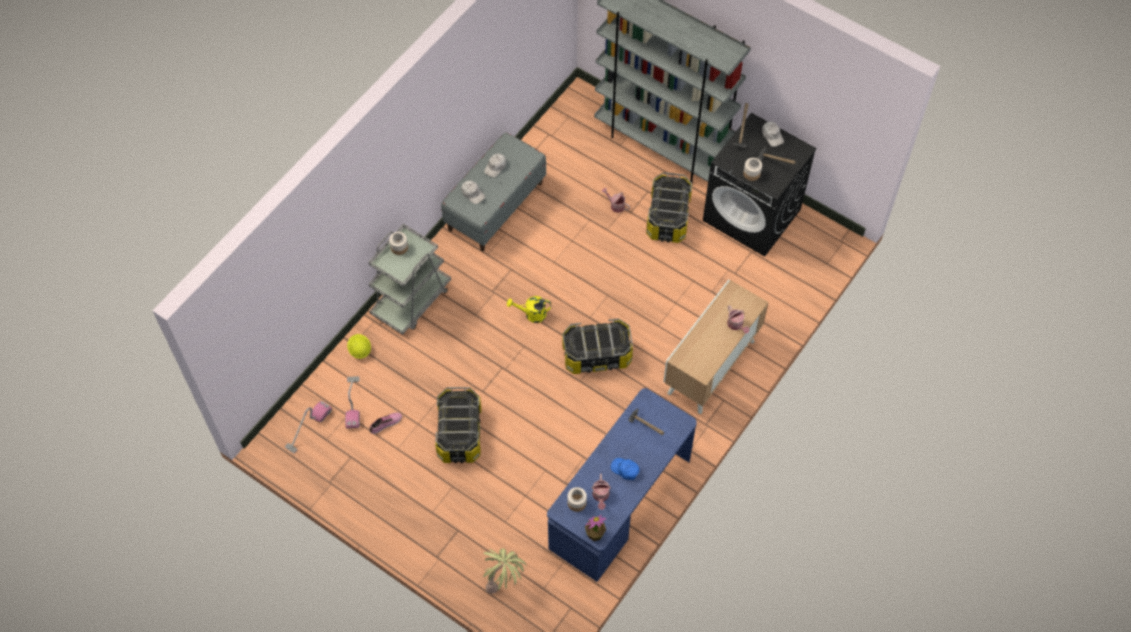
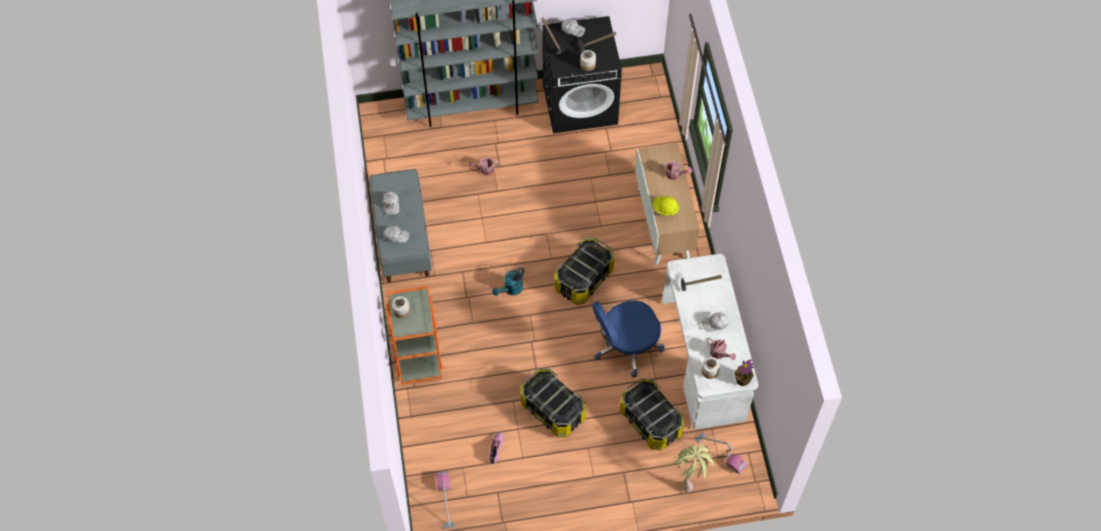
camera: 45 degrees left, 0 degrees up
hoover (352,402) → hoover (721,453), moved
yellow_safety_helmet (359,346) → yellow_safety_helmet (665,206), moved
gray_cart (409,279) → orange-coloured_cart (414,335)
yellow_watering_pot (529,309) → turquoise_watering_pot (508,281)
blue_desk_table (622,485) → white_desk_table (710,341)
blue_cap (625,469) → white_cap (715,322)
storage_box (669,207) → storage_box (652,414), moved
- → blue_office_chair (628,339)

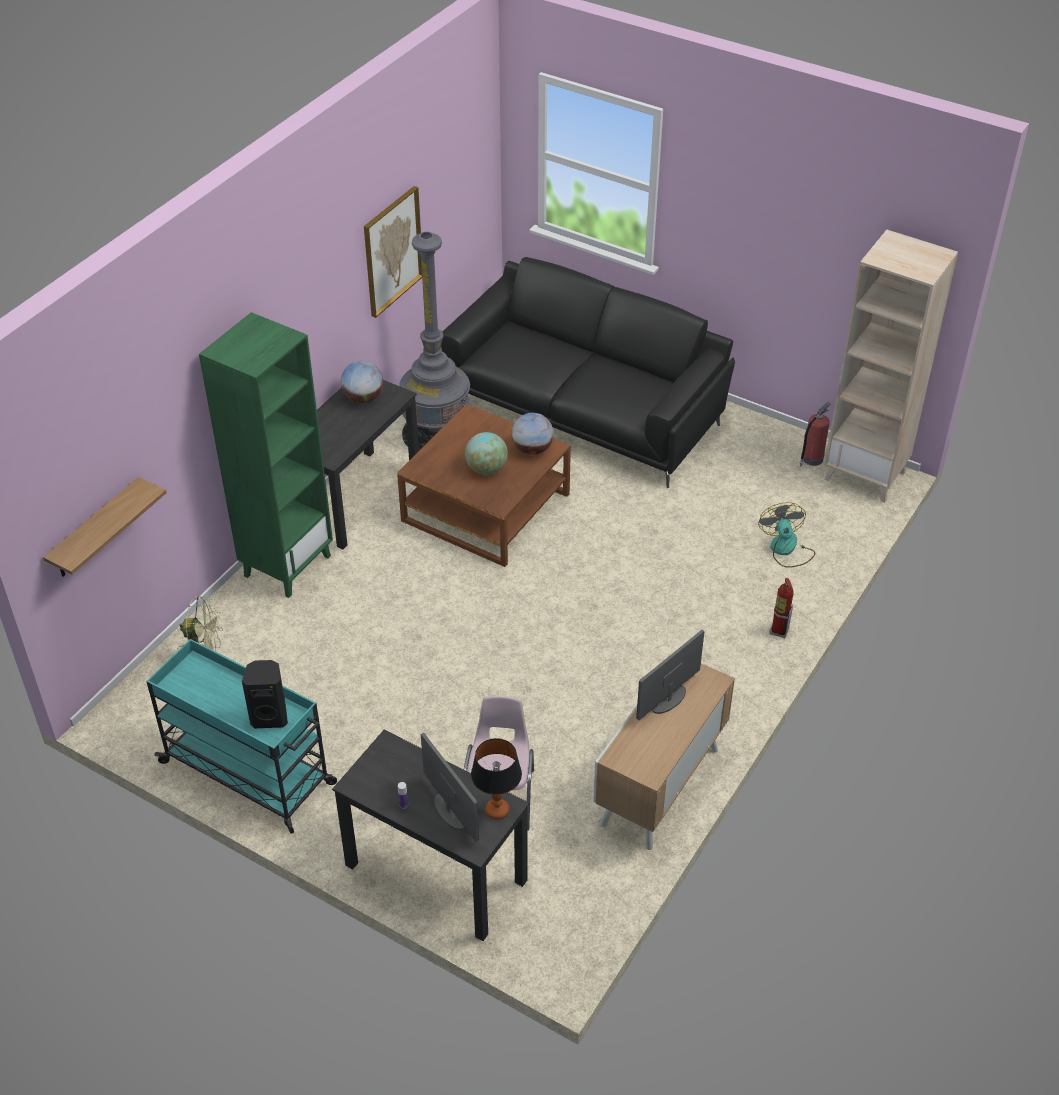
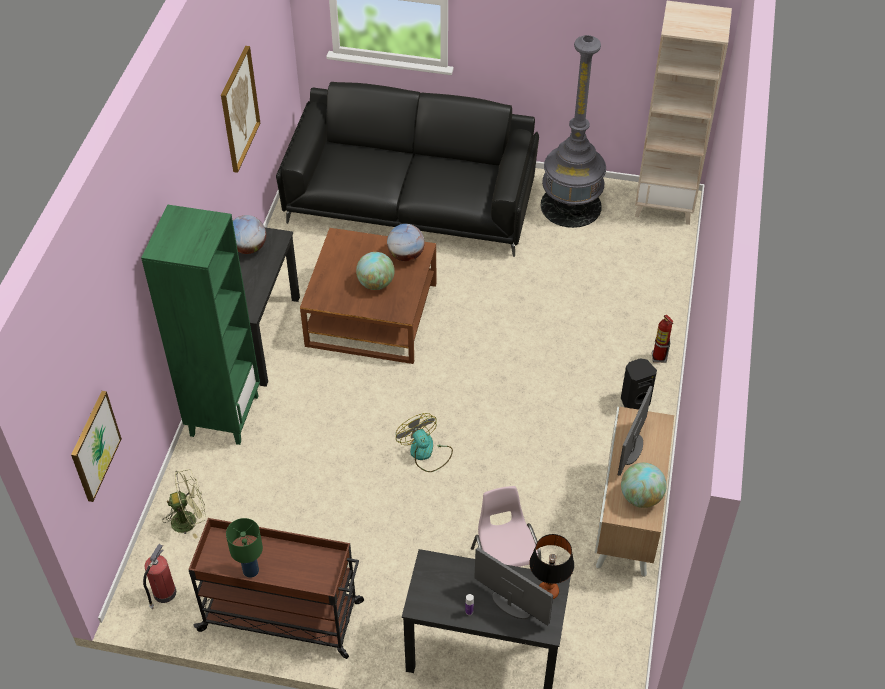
camera: 20 degrees left, 5 degrees up
wall_shelf (105,527) → wall_art (96,446)
turquoise_cart (241,736) → brown_cart (276,588)
black-coloured_loudspeaker (265,694) → black-coloured_loudspeaker (639,384), moved
gray_standing_lamp (435,341) → gray_standing_lamp (573,131), moved
fan (786,535) → fan (424,442), moved
fire-fighting_cylinder (815,434) → fire-fighting_cylinder (159,576), moved
- → greenish_tabletop_lamp (244,548)
- → world_globe (644,485)

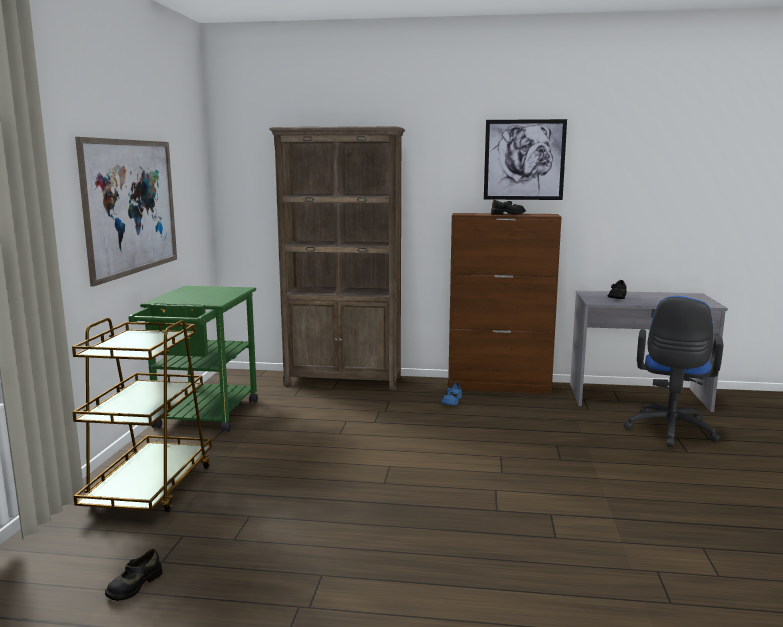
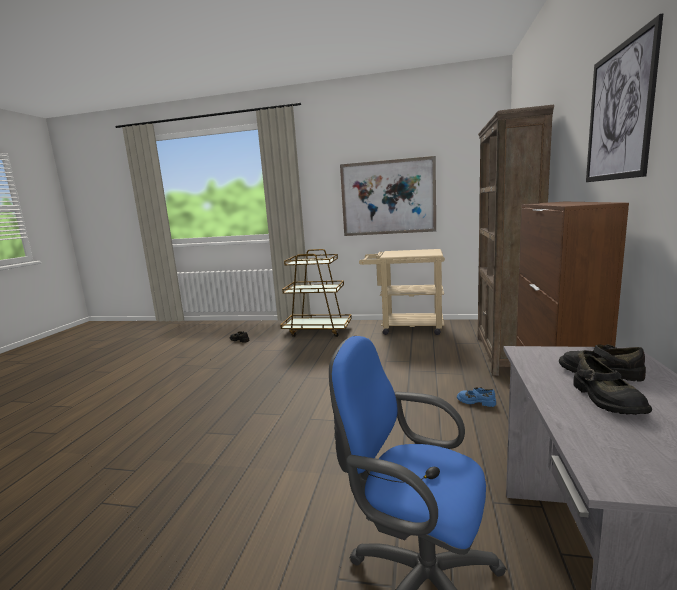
camera: 95 degrees right, 0 degrees up
greenish_cart (193,359) → sand-coloured_cart (402,292)
black-coloured_shoe (508,207) → black-coloured_shoe (612,384), moved

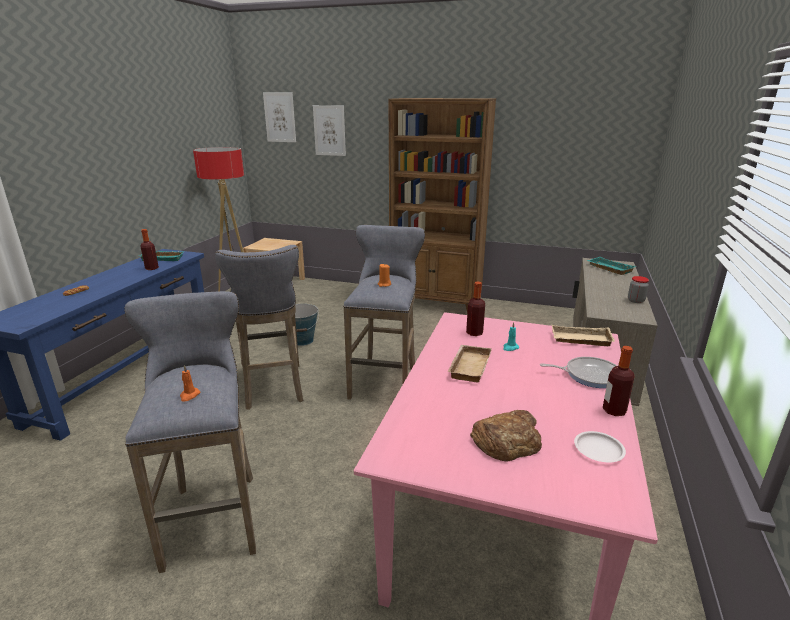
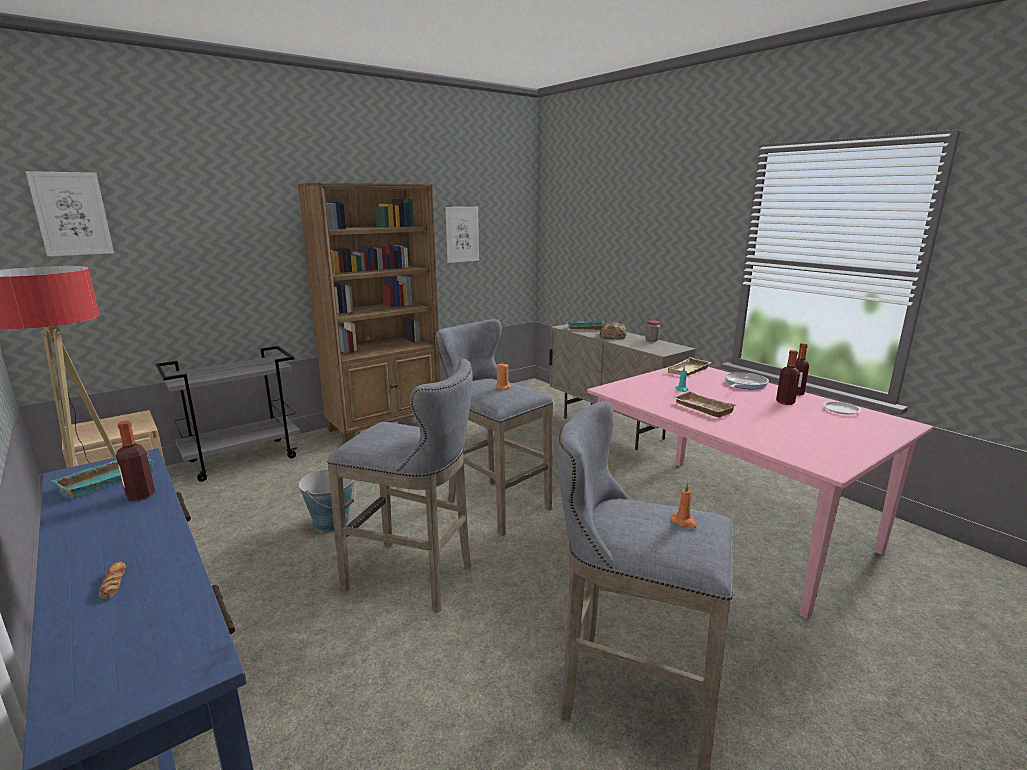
camera: 55 degrees left, 5 degrees down
wall_art (329,130) → wall_art (462,235), moved
beverage_bottle (475,308) → beverage_bottle (788,377), moved
baked_bread (506,436) → baked_bread (613,330), moved
- → gray_cart (228,414)

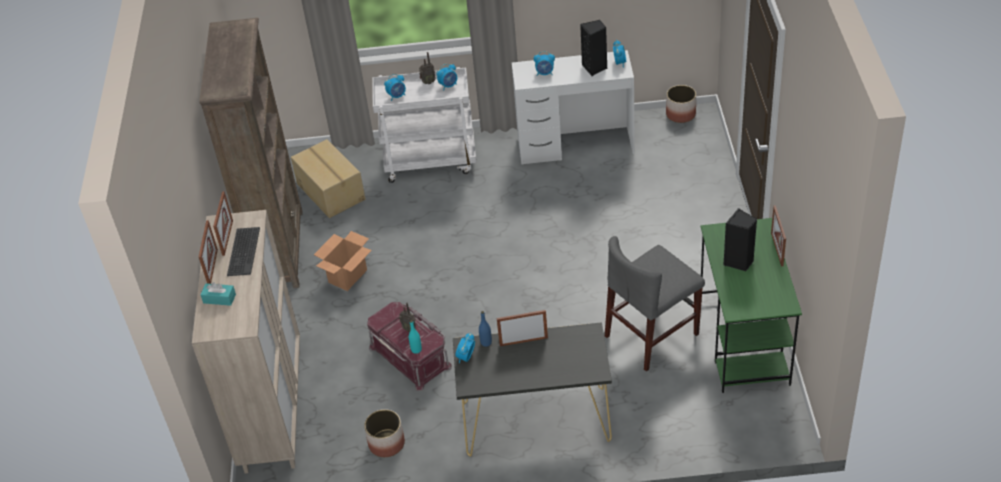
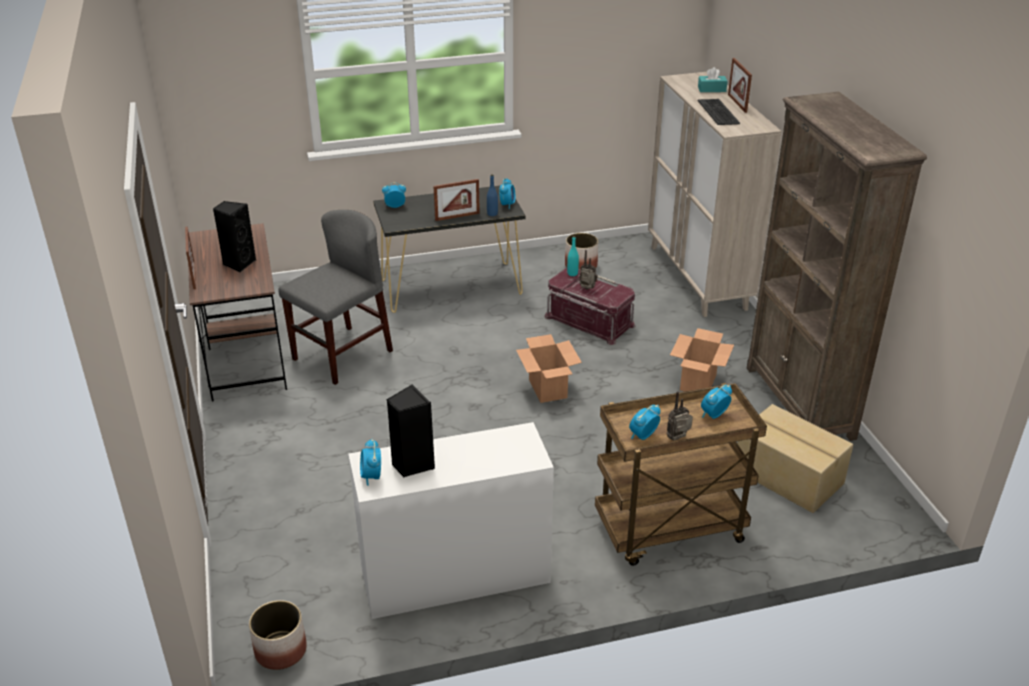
camera: 165 degrees right, 10 degrees down
picture_frame (223,223) → -
white_cart (424,125) → brown_cart (681,474)
bedside_clock (544,63) → bedside_clock (394,195), moved
greenish_desk_table (751,305) → brown_desk_table (237,312)
- → carton (549,368)

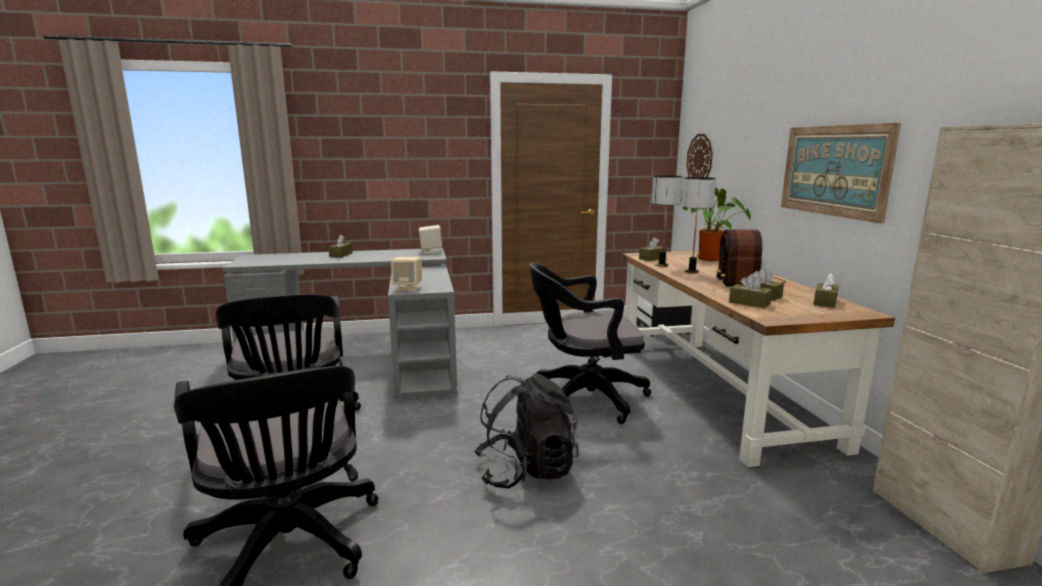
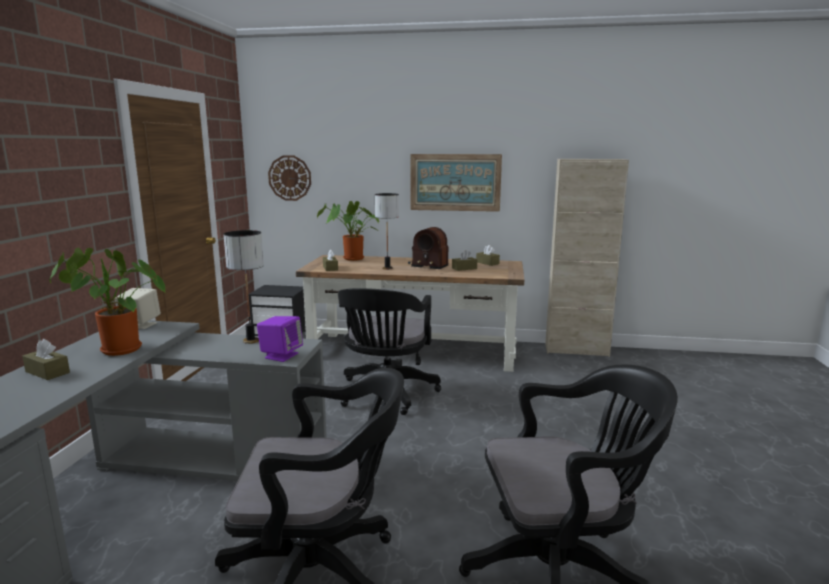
camera: 70 degrees left, 0 degrees up
sand-coloured_loudspeaker (406,274) → purplish_loudspeaker (280,339)
black-coloured_backpack (526,431) → -
tabletop_lamp (667,221) → tabletop_lamp (243,287), moved
brown_tissue_box (750,291) → -
- → houseplant (107,302)

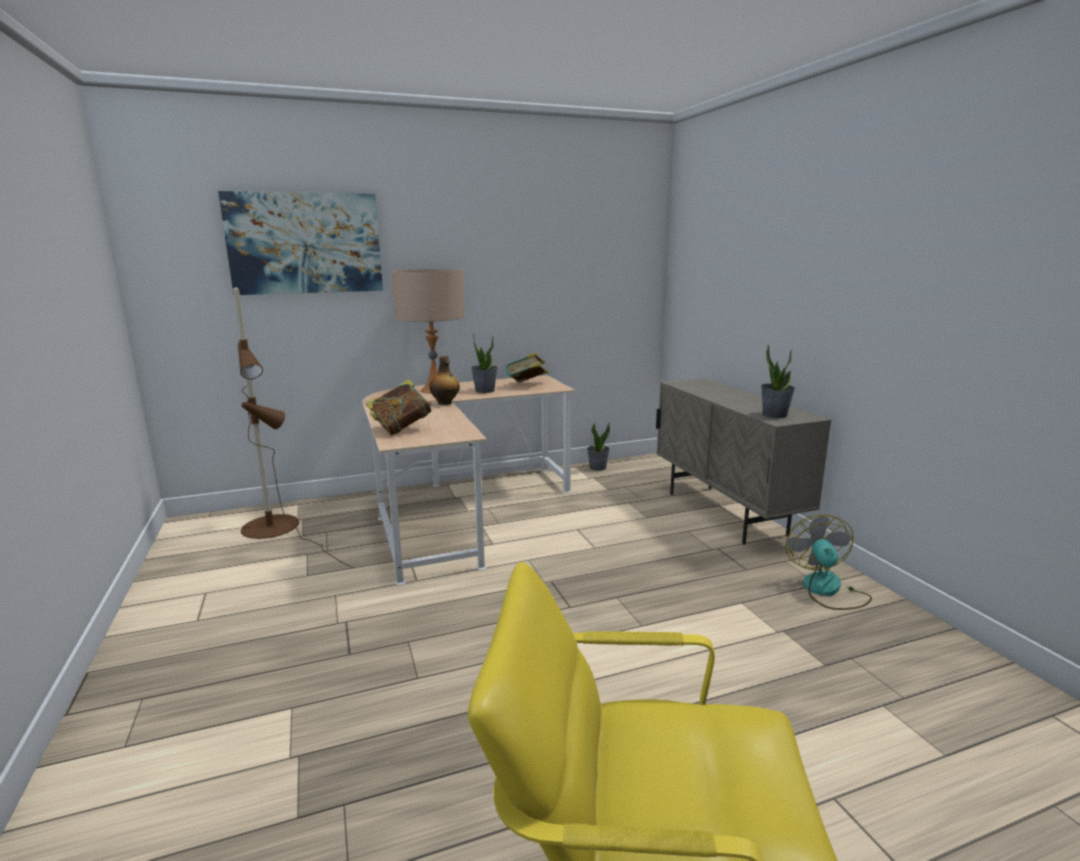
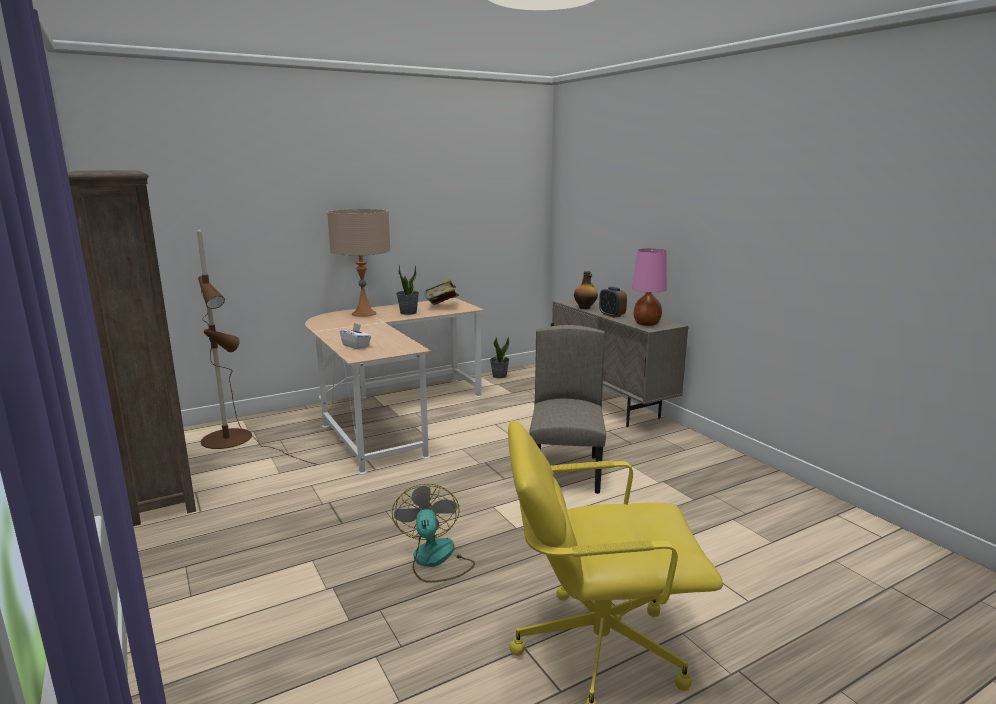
camera: 10 degrees left, 0 degrees up
wall_art (300,243) → -
volume (399,407) → white_tissue_box (355,336)
beverage_bottle (444,380) → beverage_bottle (586,290), moved
houseplant (778,381) → pink-coloured_tabletop_lamp (649,287)
fan (828,562) → fan (433,533), moved
- → brown_bookcase (132,348)
- → sand-coloured_chair (568,409)
- → bedside_clock (613,302)

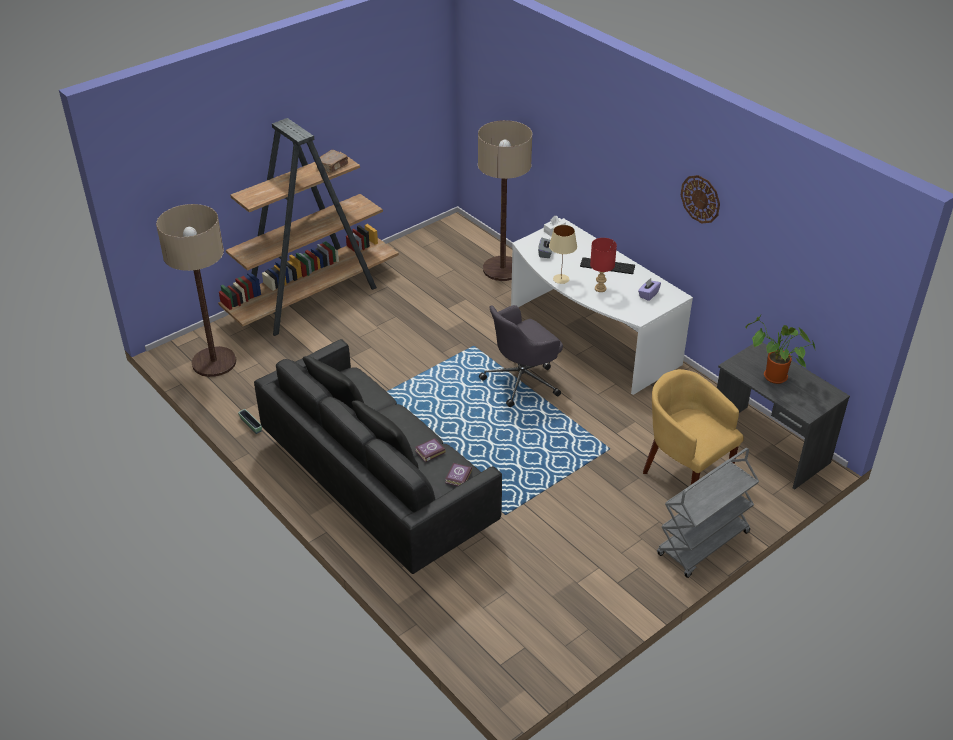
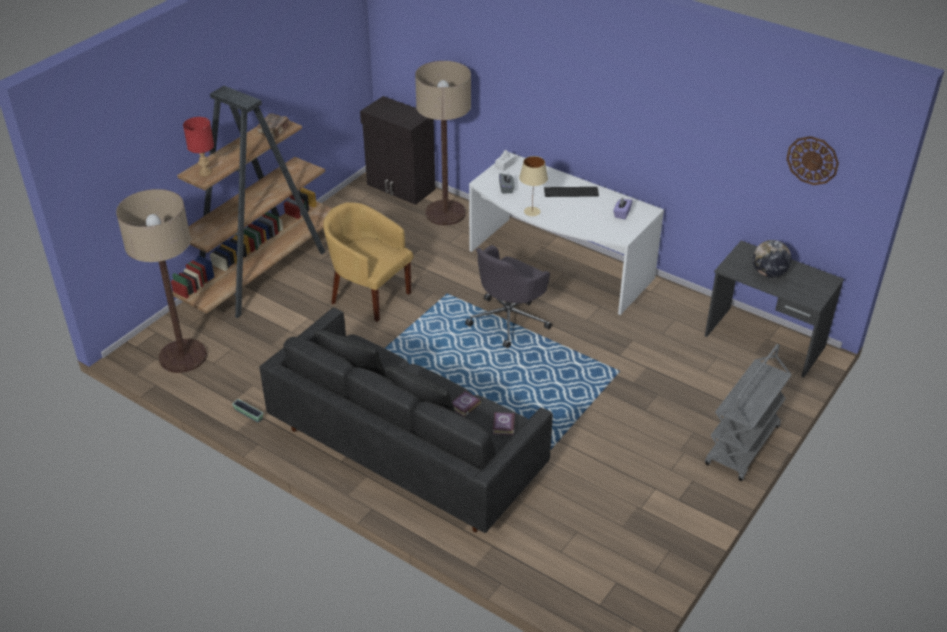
camera: 15 degrees left, 0 degrees up
reddish_tabletop_lamp (603,265) → reddish_tabletop_lamp (198,146), moved
yellow_easy_chair (693,427) → yellow_easy_chair (368,262), moved
hanging_clock (700,199) → hanging_clock (812,160), moved
houseplant (780,349) → world_globe (772,259)
- → black-coloured_storage_cabinet (398,150)

